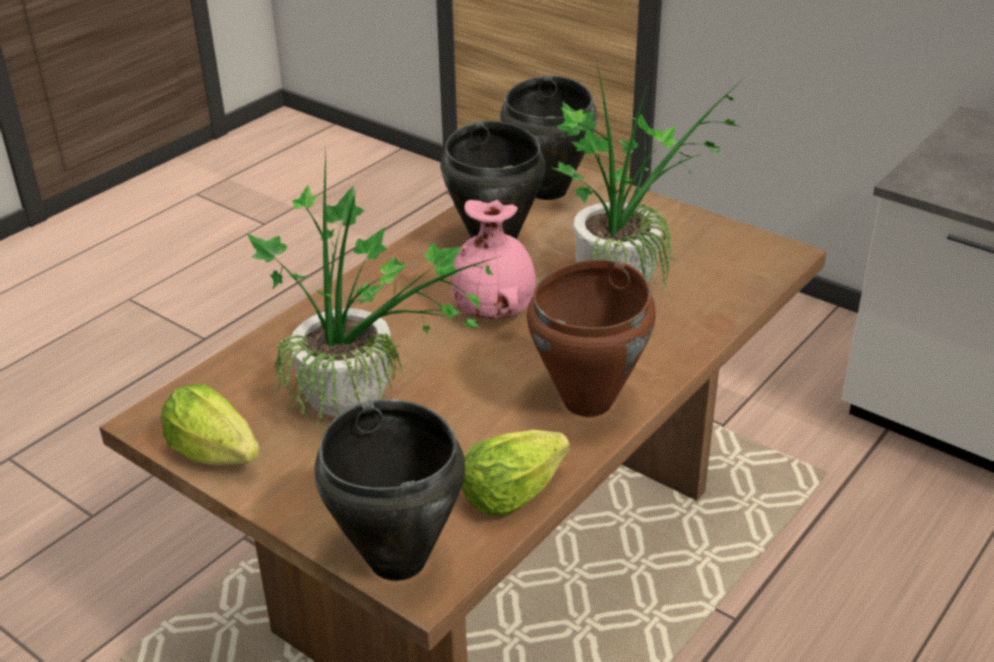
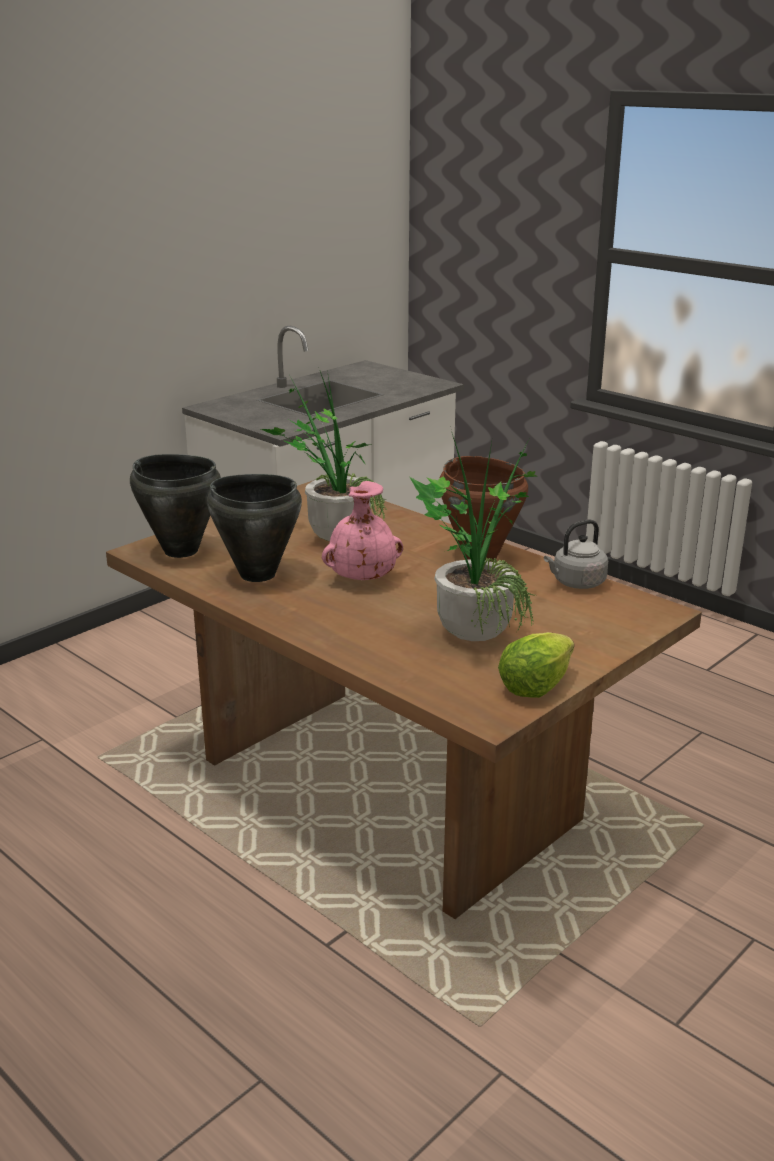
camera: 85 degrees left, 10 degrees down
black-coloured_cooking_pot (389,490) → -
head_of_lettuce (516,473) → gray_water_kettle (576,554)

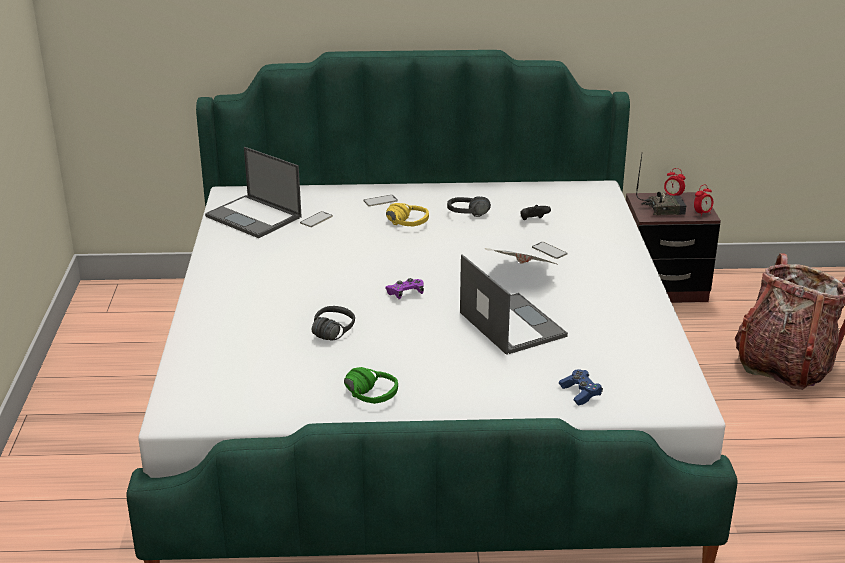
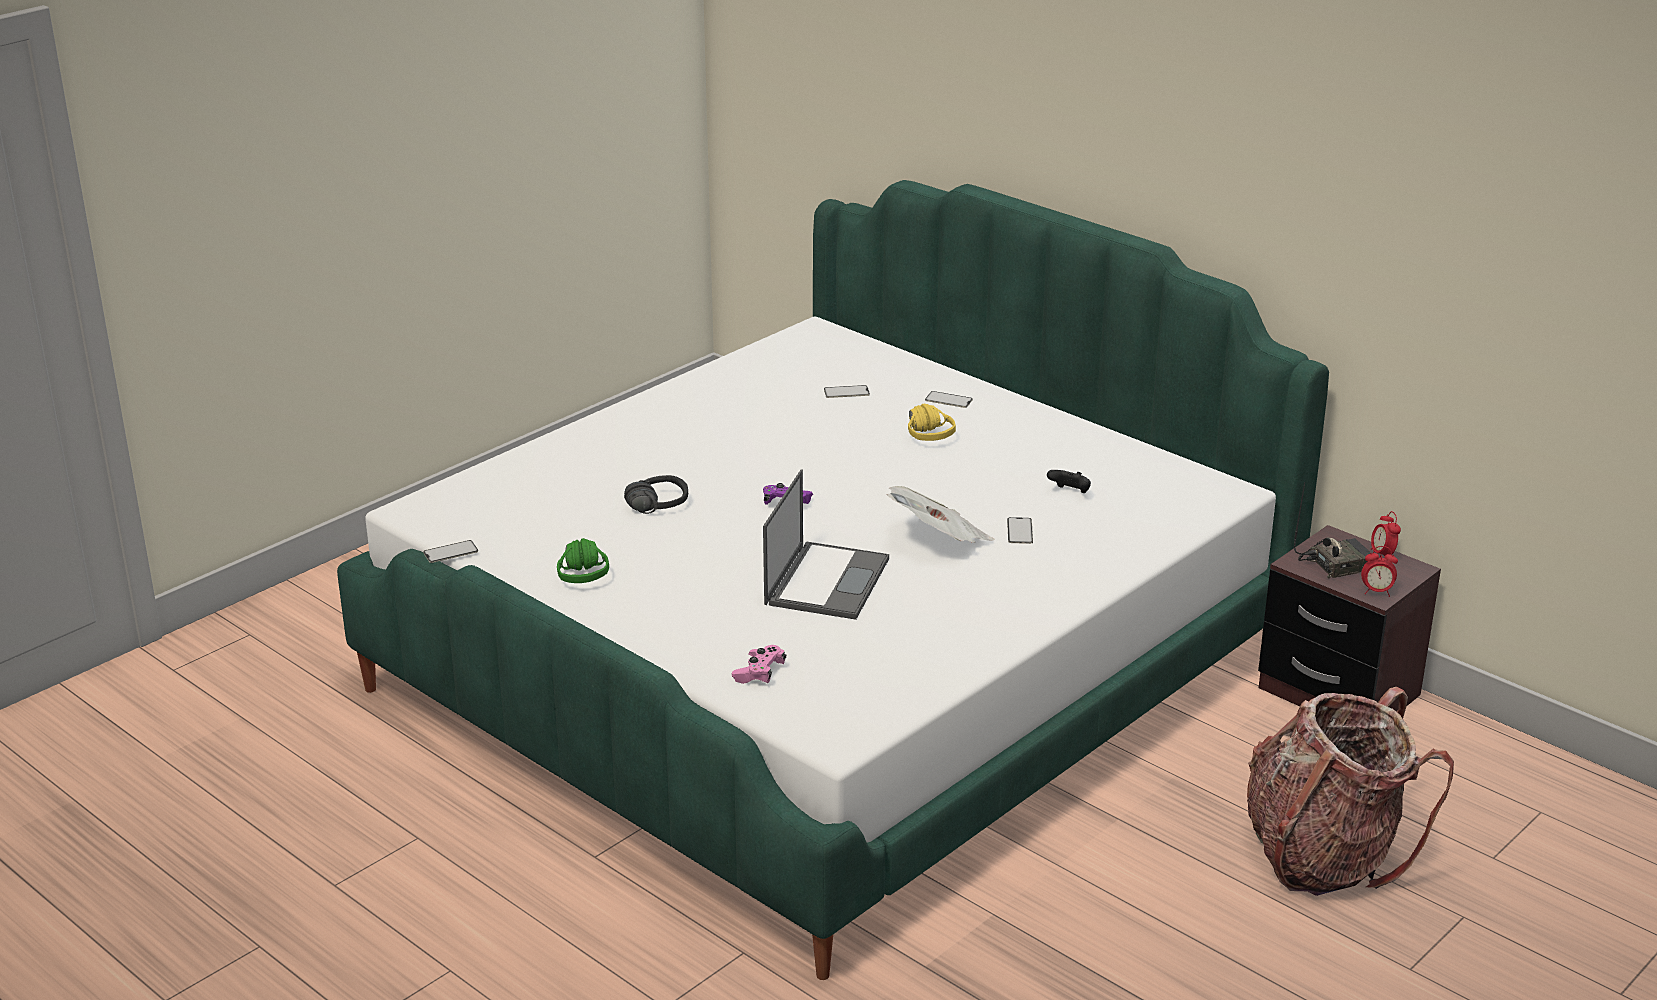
camera: 45 degrees right, 0 degrees up
portable_computer (253,192) → -
black-coloured_headset (469,206) → -
blue_gamepad (581,387) → pink-coloured_gamepad (759,664)
radio (661,184) → radio (1332,530), 60 degrees counterclockwise
- → telephone (450,551)

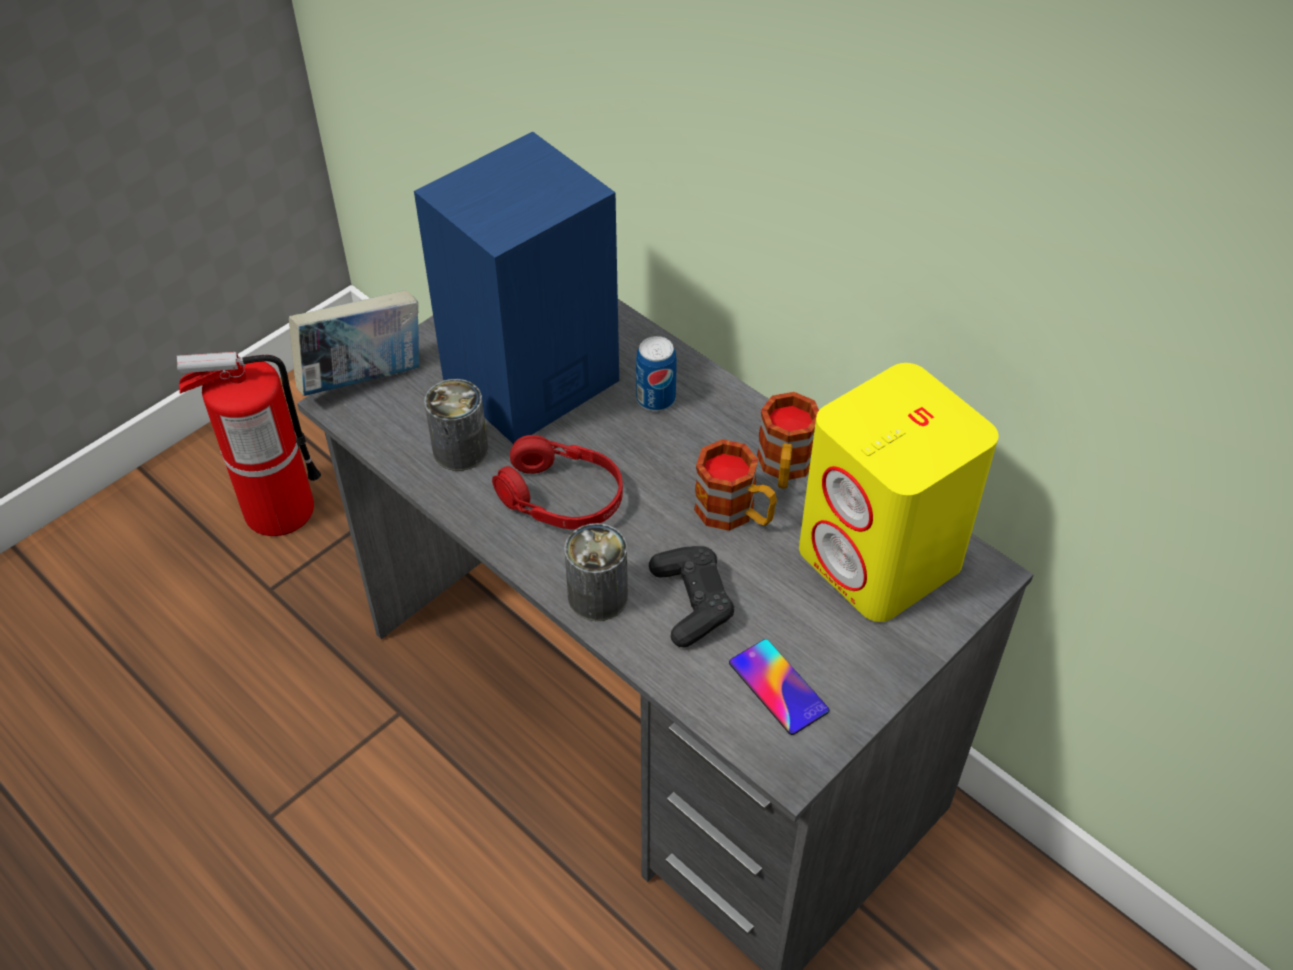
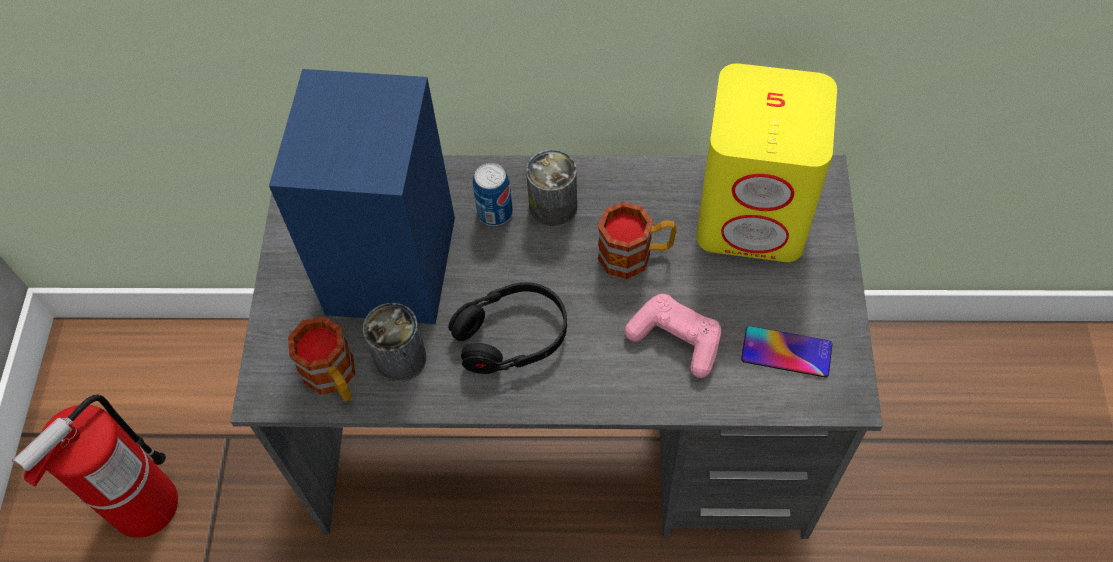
camera: 40 degrees left, 10 degrees up
volume (354,343) → -
reddish_headset (557,482) → black-coloured_headset (507,328)
sealed_can (596,572) → sealed_can (551,189), moved
black-coloured_gamepad (691,597) → pink-coloured_gamepad (673,336)
mug (788,440) → mug (321,359), moved

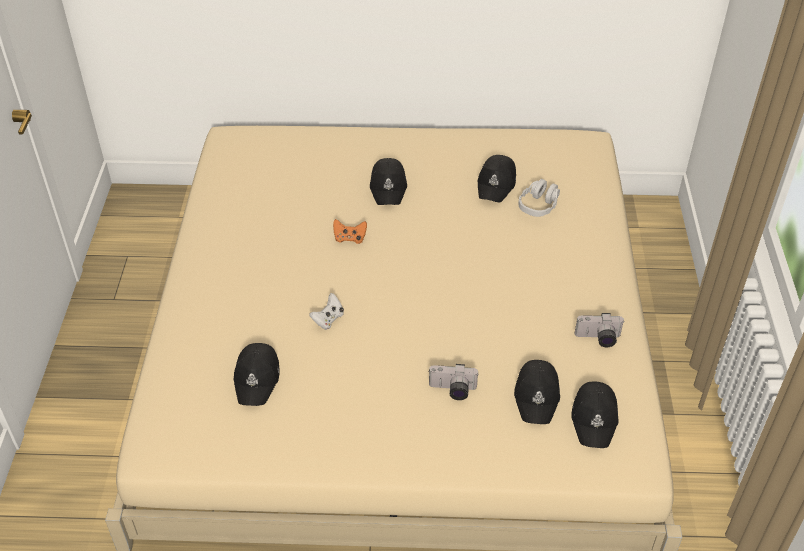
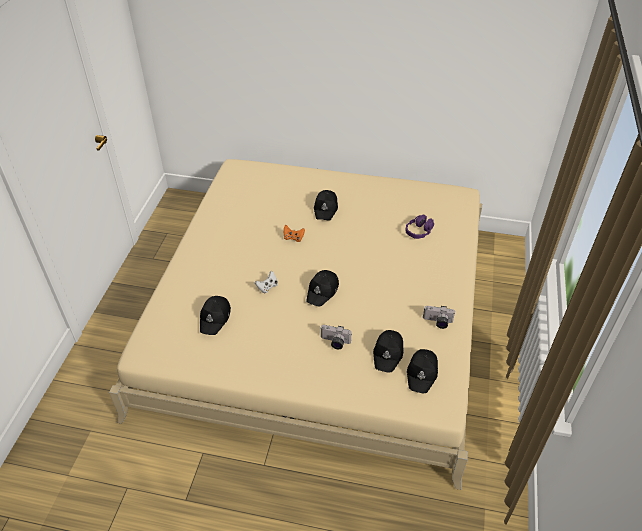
camera: 10 degrees right, 0 degrees up
black-coloured_cap (496,179) → black-coloured_cap (322,288), moved
gray_headset (539,198) → purplish_headset (419,226)

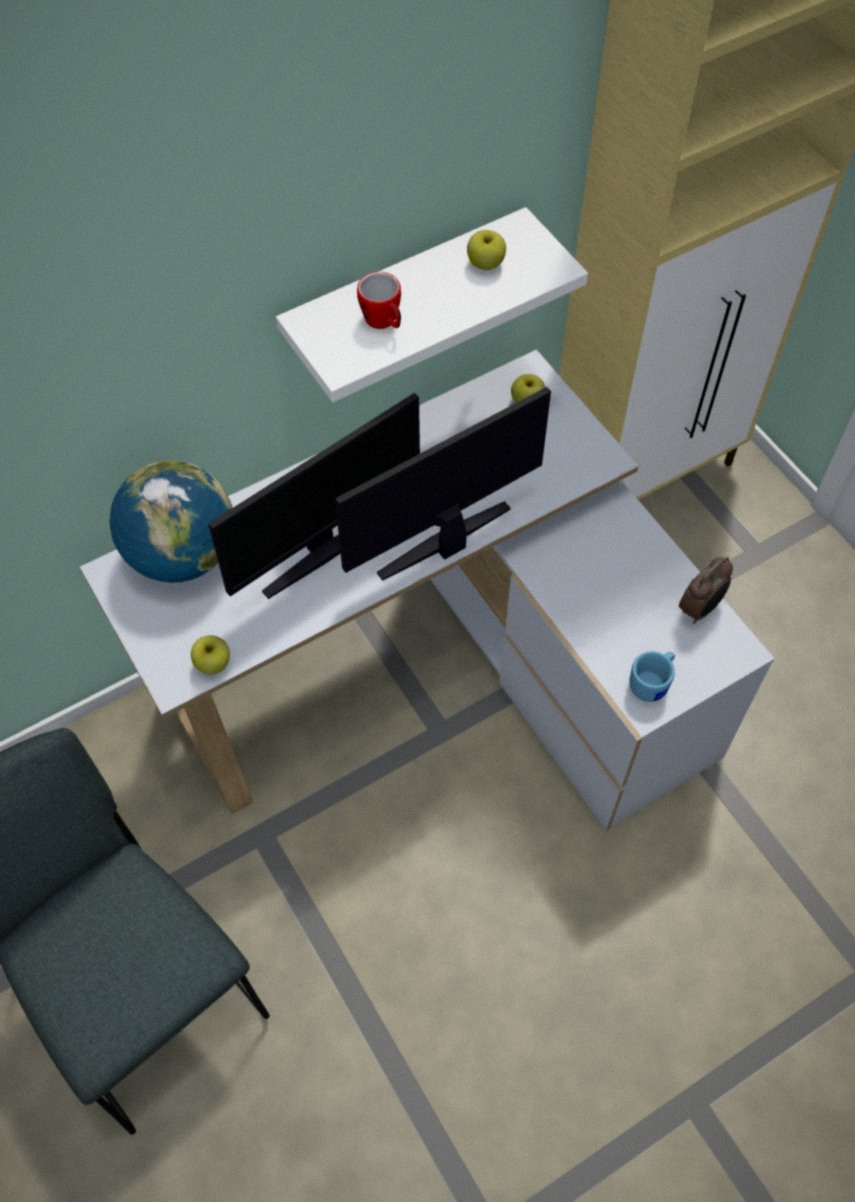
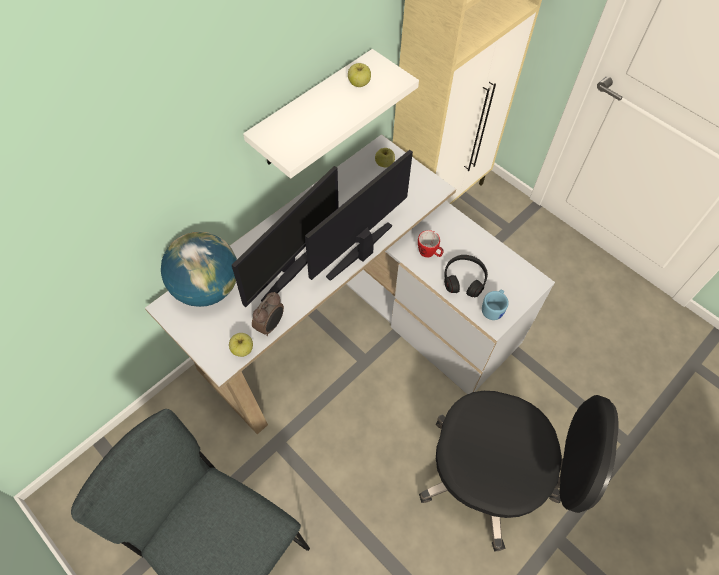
camera: 15 degrees left, 0 degrees up
mug (379,300) → mug (431,244), moved
bedside_clock (706,590) → bedside_clock (268,314), moved
- → black-coloured_office_chair (519,471)
- → black-coloured_headset (466,276)

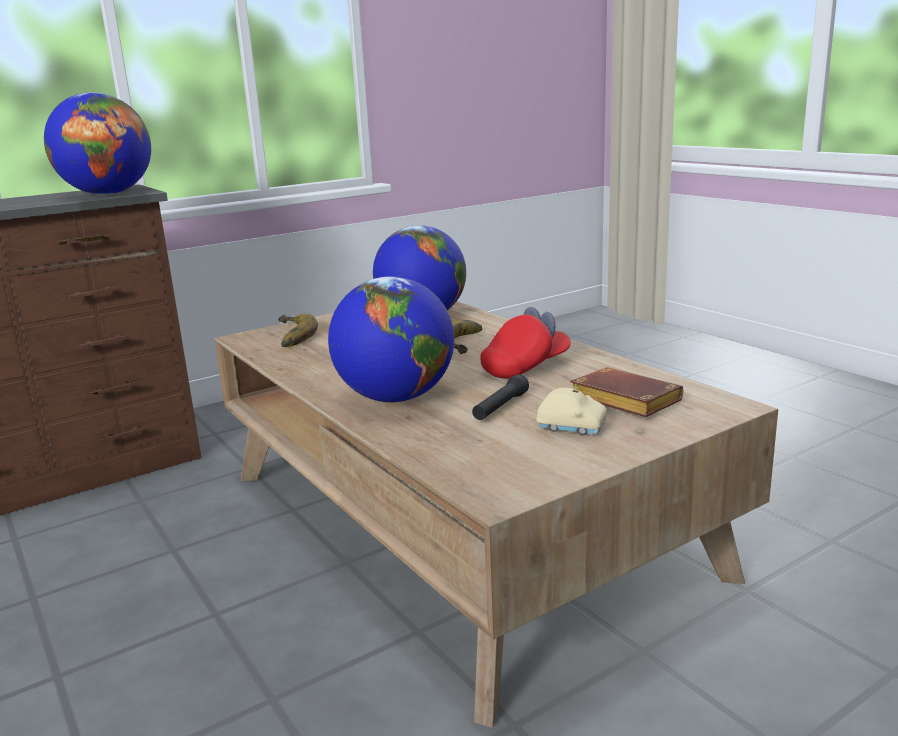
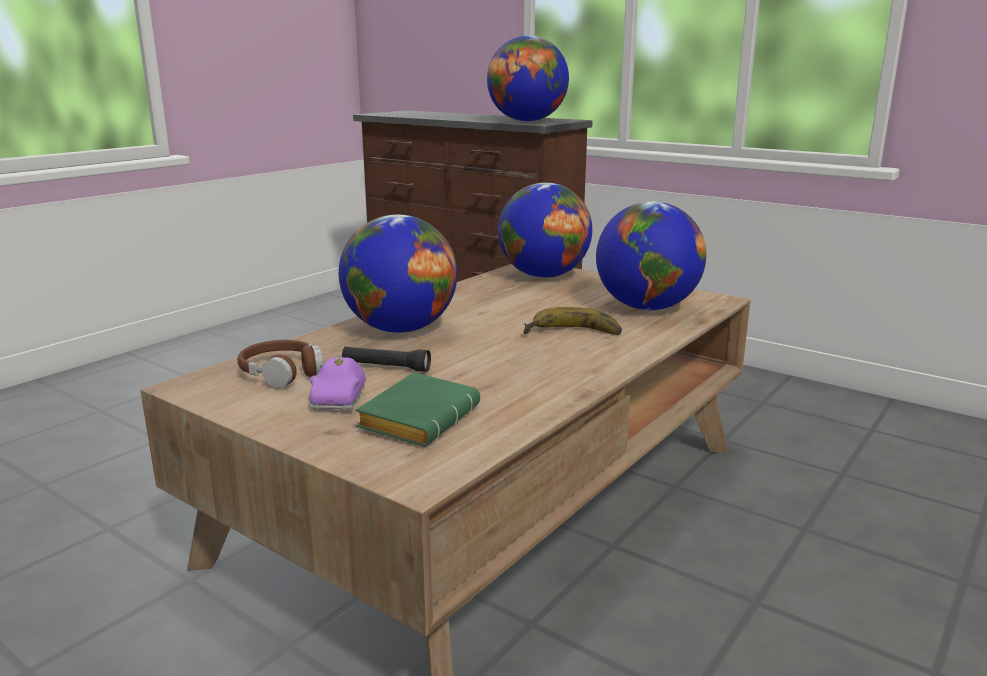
camera: 70 degrees right, 0 degrees up
banana_fruit (298,330) → world_globe (545,230)
reddish_cap (526,343) → -
sand-coloured_miniature_car (571,409) → purplish_miniature_car (337,383)
brown_volume (626,392) → greenish_volume (418,409)
- → brown_headset (280,364)

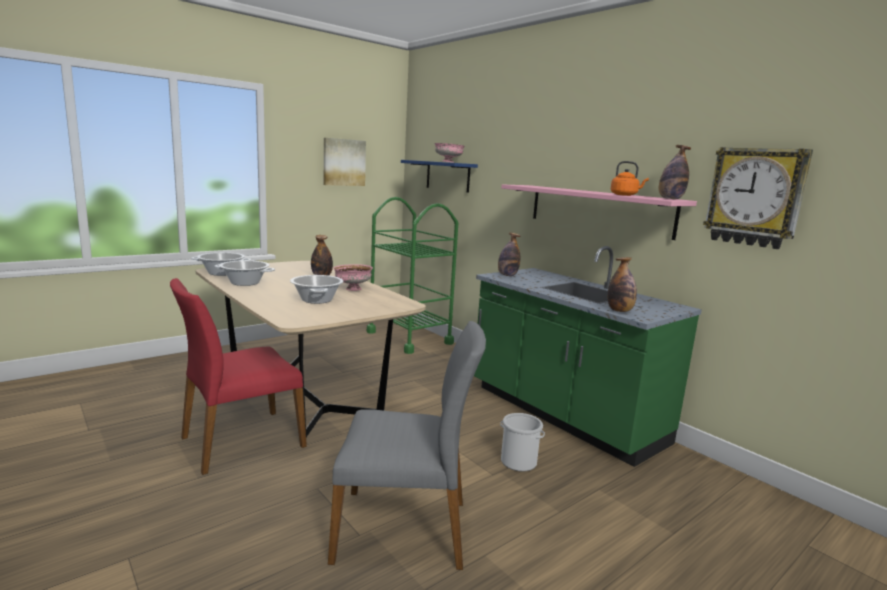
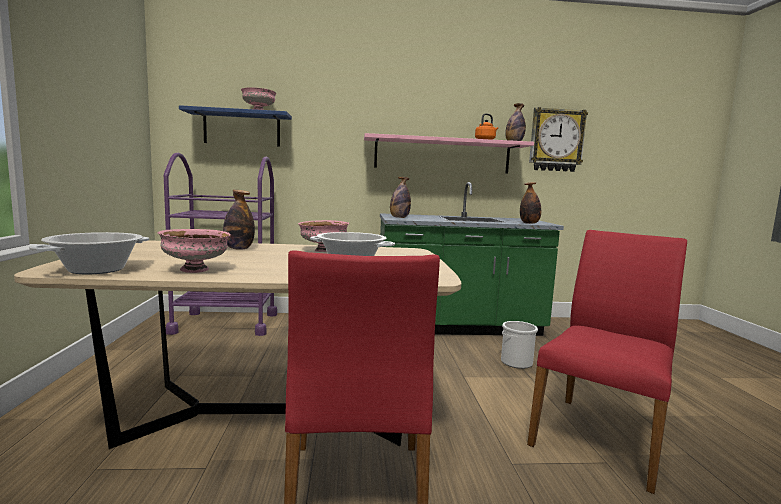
camera: 55 degrees left, 5 degrees down
cooking_pot (244,273) → pink-coloured_bowl (194,251)
wall_art (345,162) → -
gray_chair (407,445) → reddish_chair (607,362)
greenish_cart (412,275) → purplish_cart (220,244)

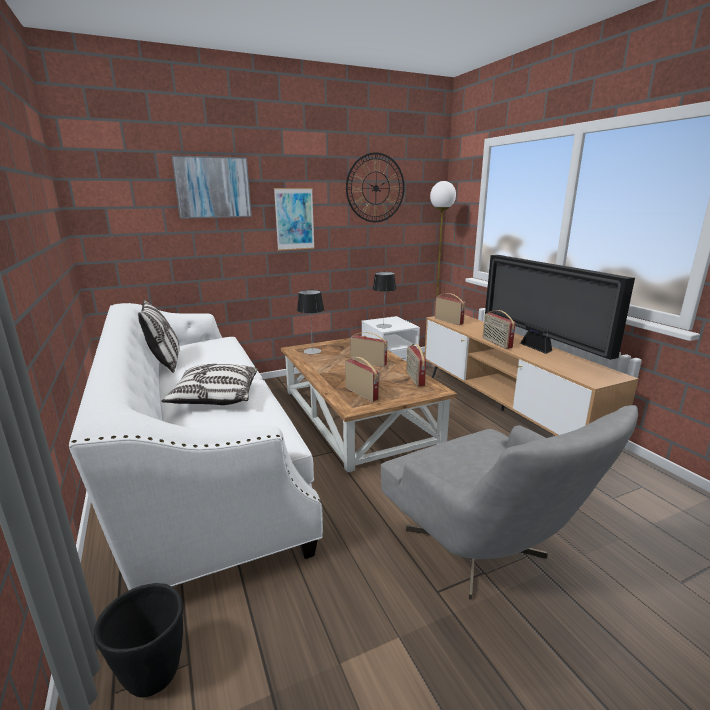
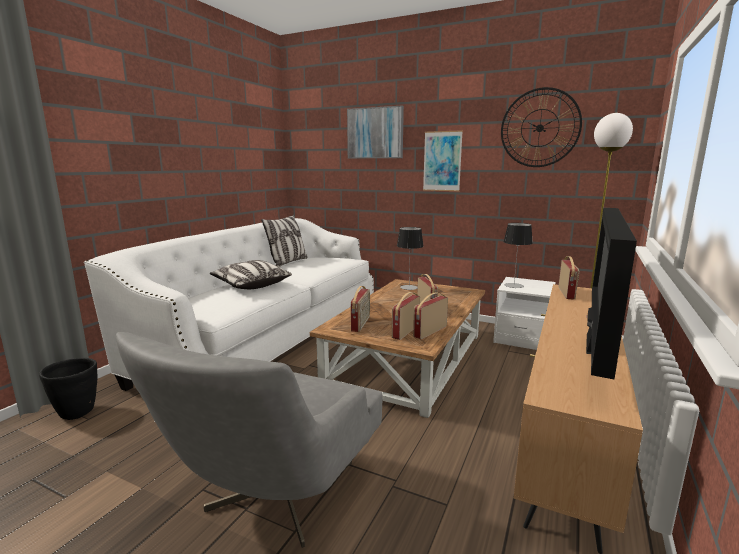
camera: 50 degrees right, 5 degrees down
radio (499,329) → radio (406,316), moved

